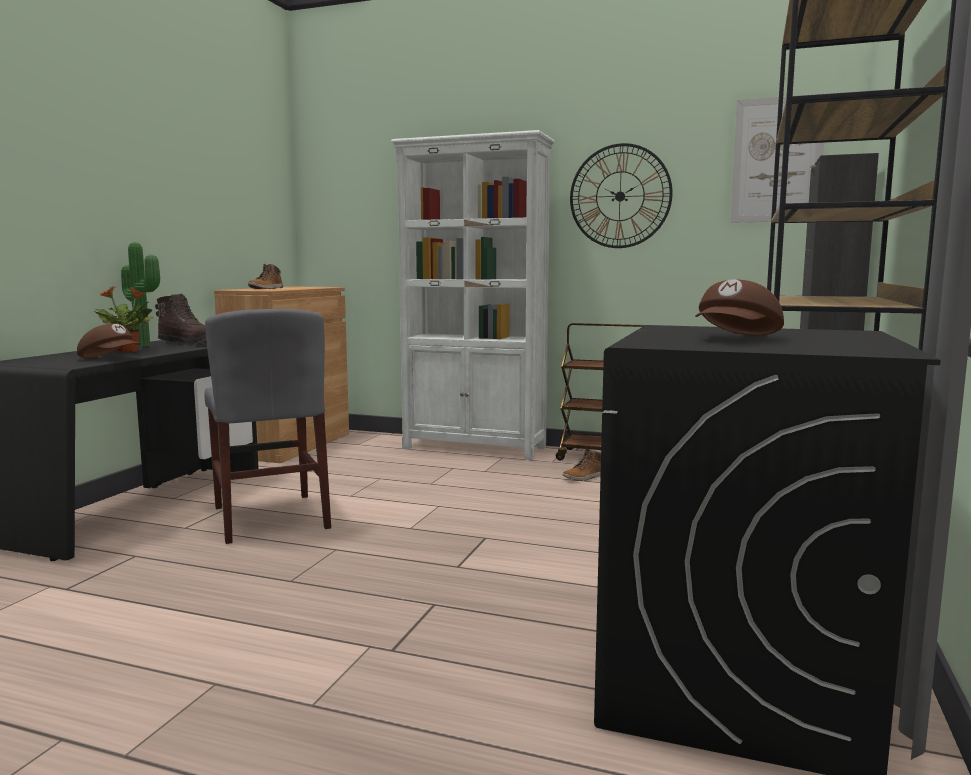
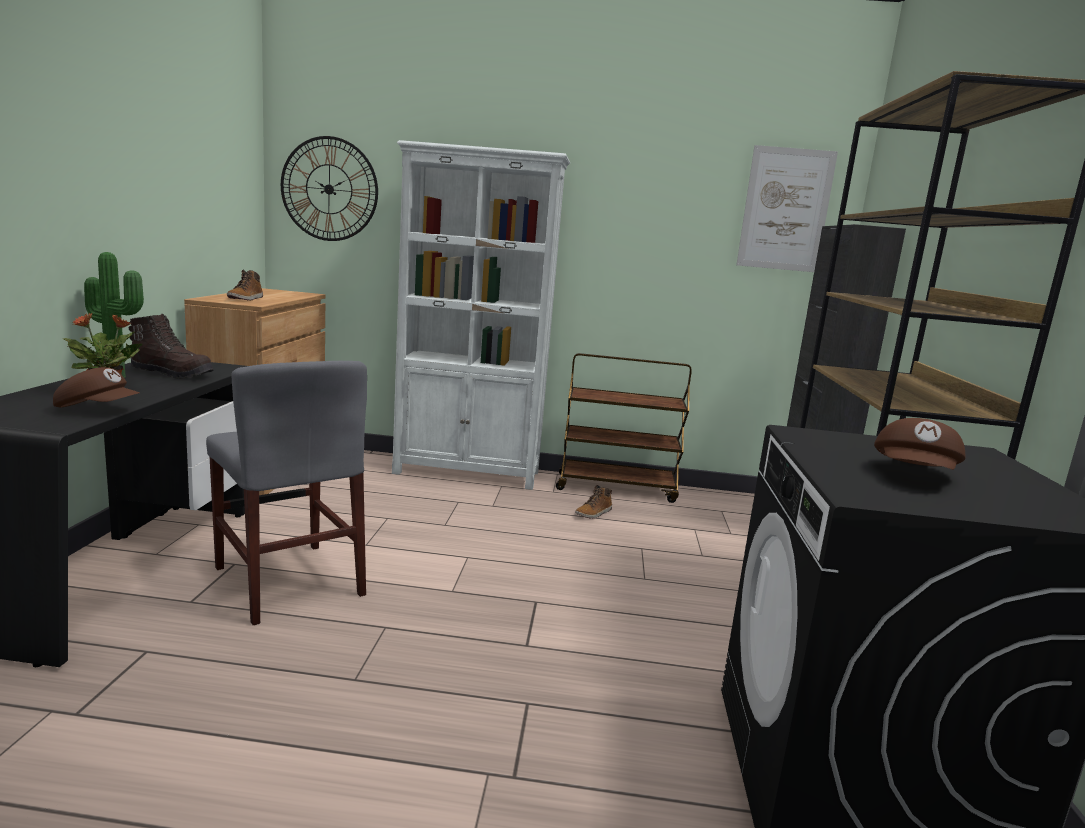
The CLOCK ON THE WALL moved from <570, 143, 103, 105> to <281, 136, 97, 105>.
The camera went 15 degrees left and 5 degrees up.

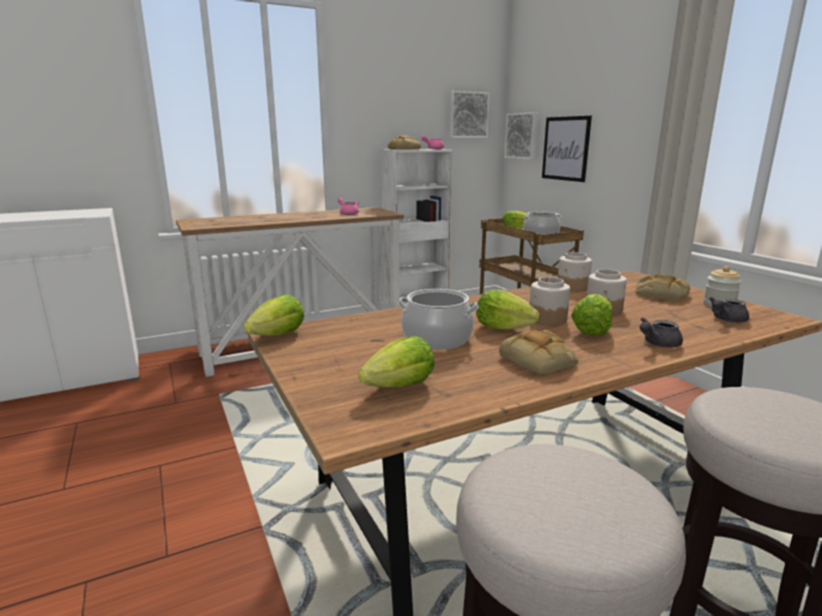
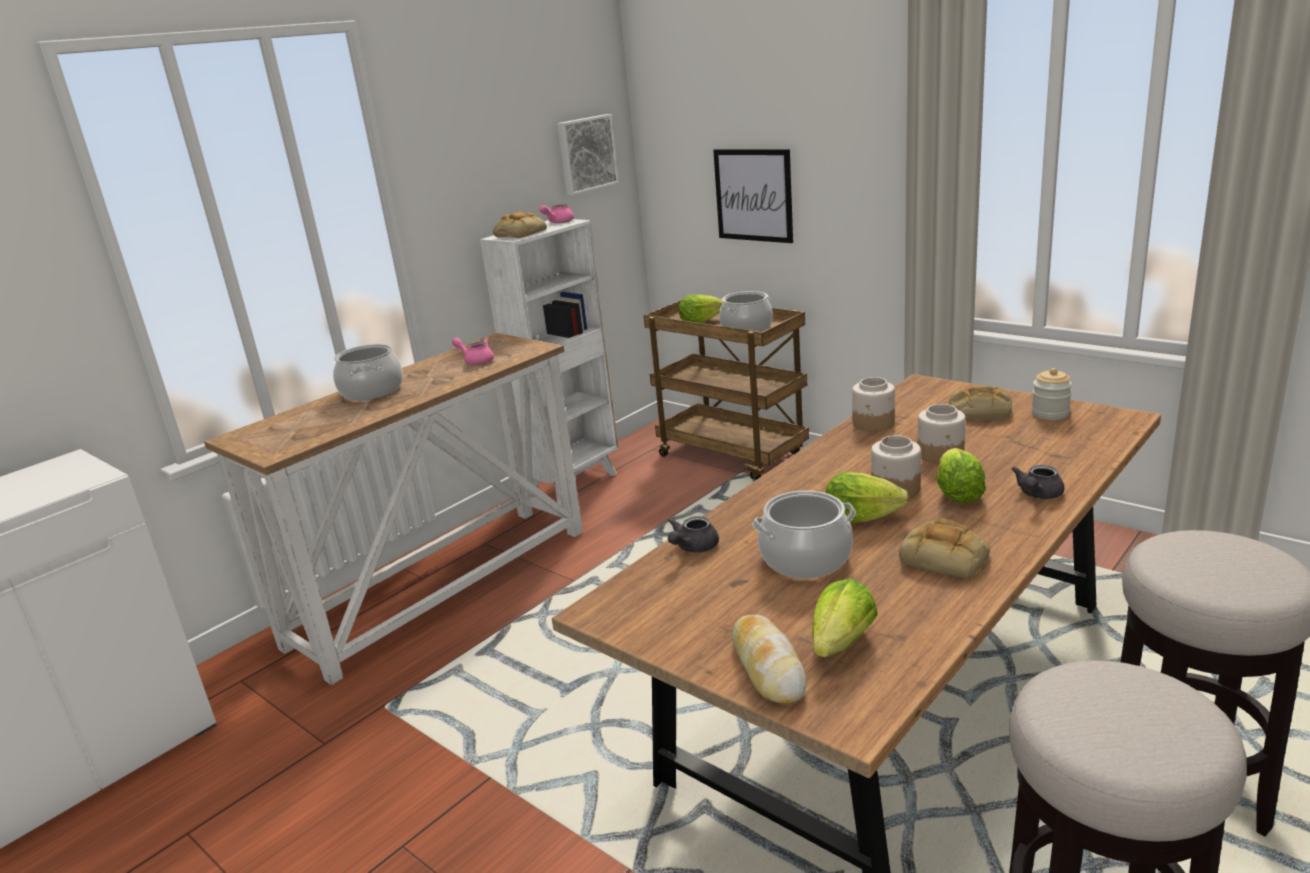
The WALL PICTURE at <504, 112, 34, 48> disappeared.
The LETTUCE HEAD at <244, 294, 61, 42> disappeared.
The GREY TEA POT moved from <709, 297, 40, 25> to <668, 516, 51, 37>.
The STOCKPOT at <333, 344, 70, 56> appeared.
The BREAD at <732, 615, 75, 90> appeared.
The camera went 20 degrees left and 5 degrees up.

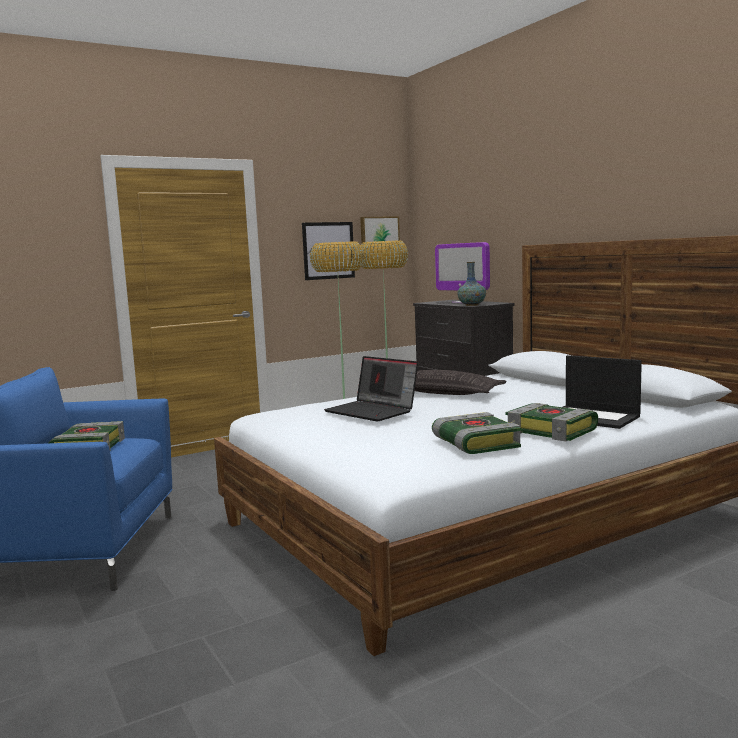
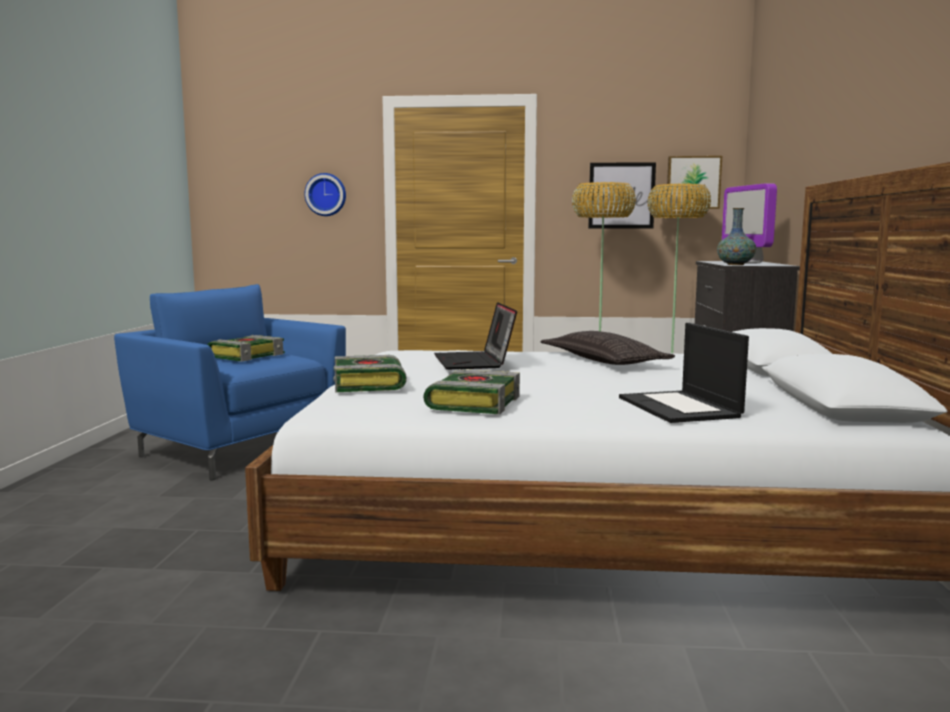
The BOOK moved from <505, 403, 93, 39> to <333, 355, 74, 37>.
The CLOCK ON THE WALL at <305, 173, 41, 43> appeared.
The camera went 35 degrees right and 0 degrees up.

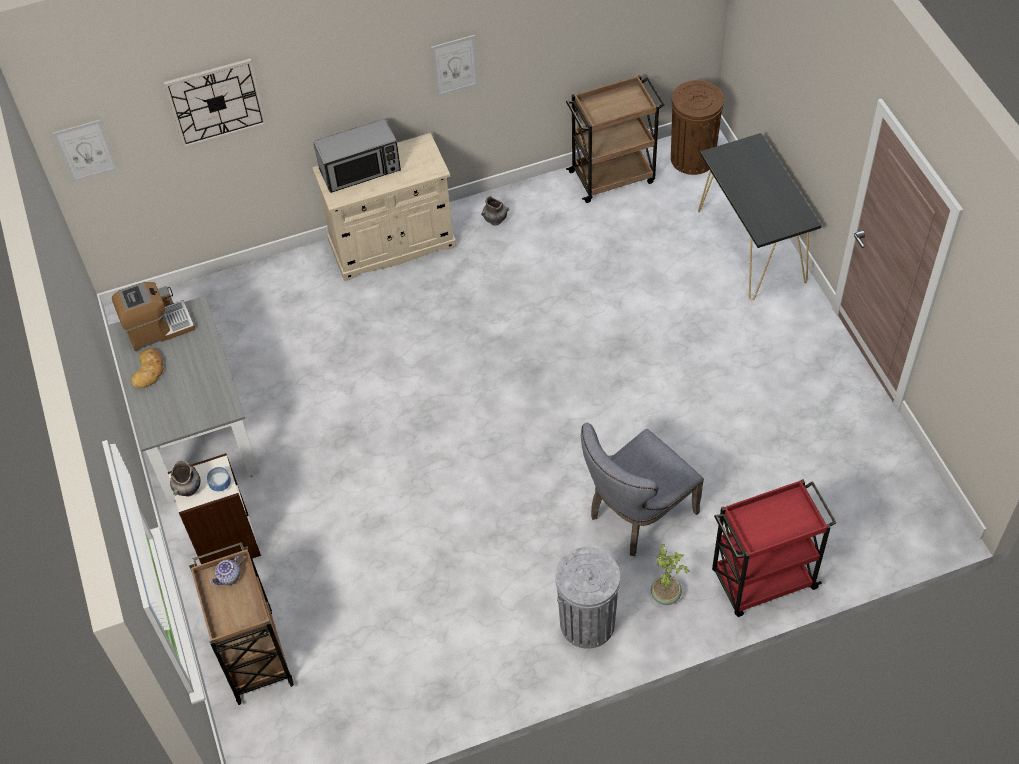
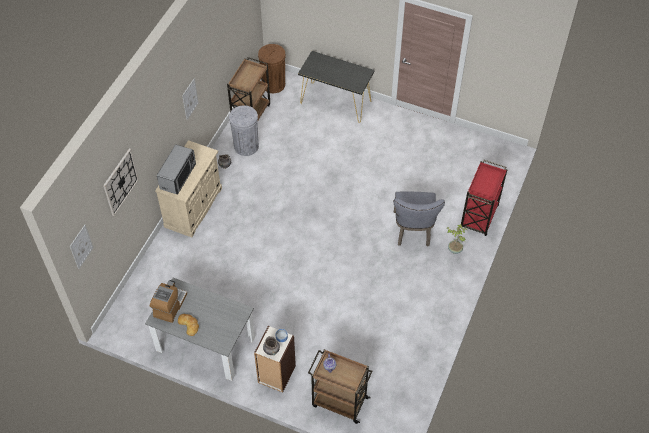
The GREY WASTE BIN moved from <555, 547, 65, 102> to <229, 105, 30, 51>.
The camera went 50 degrees left and 0 degrees up.

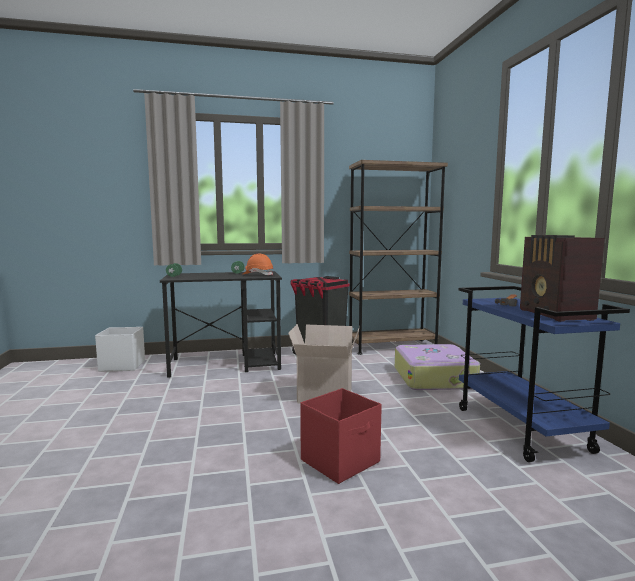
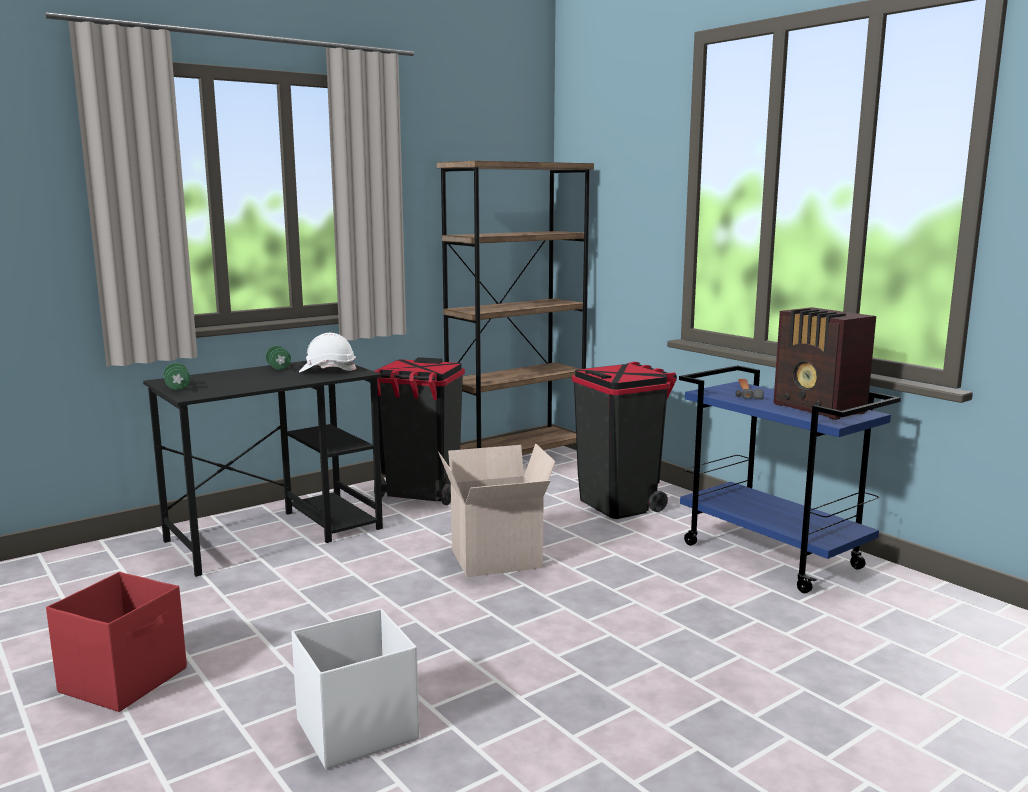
The ORANGE-COLOURED HARD HAT at <242, 254, 31, 21> became the WHITE-COLOURED HARD HAT at <299, 333, 57, 39>.
The WHITE-COLOURED STORAGE BIN moved from <95, 327, 50, 45> to <291, 609, 128, 161>.
The SUITCASE at <395, 344, 85, 46> was replaced by the BLACK WASTE BIN at <572, 362, 105, 157>.
The RED-COLOURED STORAGE BIN moved from <300, 388, 82, 96> to <46, 572, 141, 140>.
The camera went 25 degrees left and 5 degrees up.

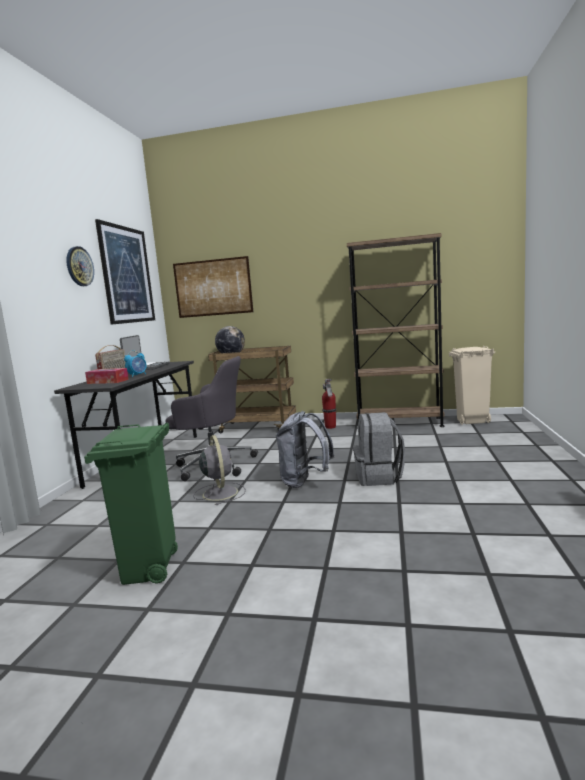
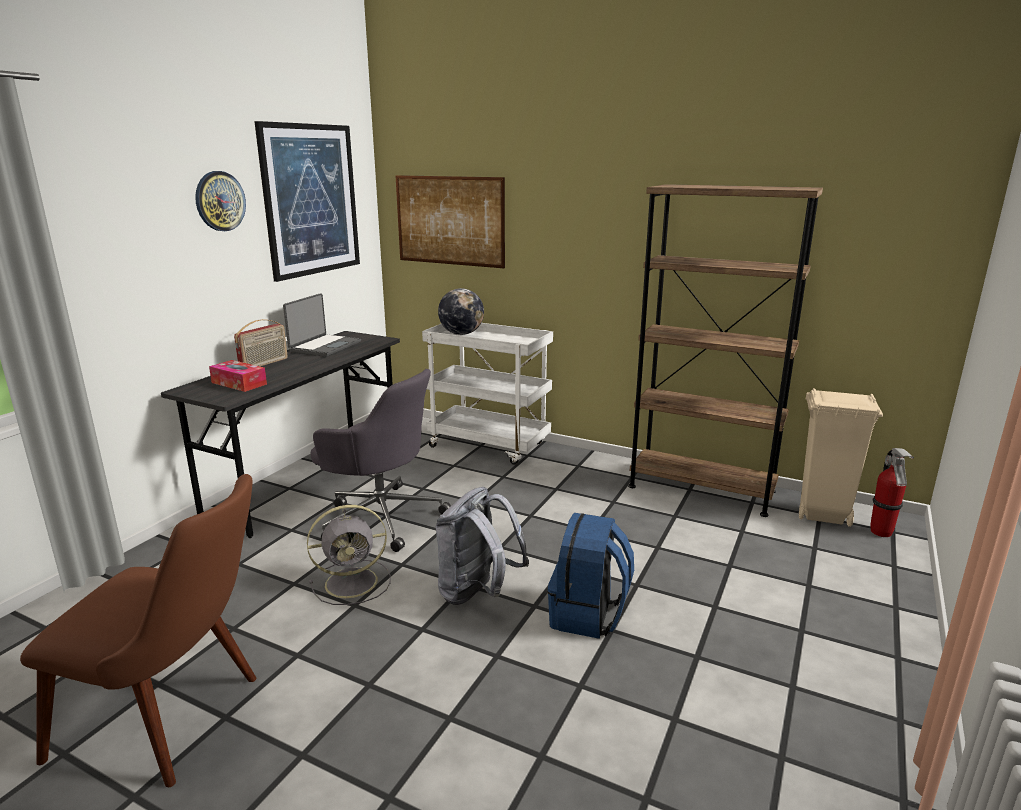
The BROWN TROLLEY at <208, 346, 88, 87> became the WHITE-COLOURED TROLLEY at <422, 323, 131, 142>.
The BEDSIDE CLOCK at <124, 350, 23, 27> disappeared.
The FIRE EXTINGUISHER moved from <322, 379, 15, 50> to <870, 448, 44, 89>.
The GREY BACKPACK at <353, 412, 52, 74> became the BLUISH BACKPACK at <548, 513, 86, 126>.
The GREEN WASTE BIN at <84, 422, 94, 163> was replaced by the BROWN UPRIGHT CHAIR at <20, 474, 237, 313>.
The GREY FAN at <193, 435, 53, 70> turned 75 degrees clockwise.
The camera went 15 degrees right and 10 degrees up.

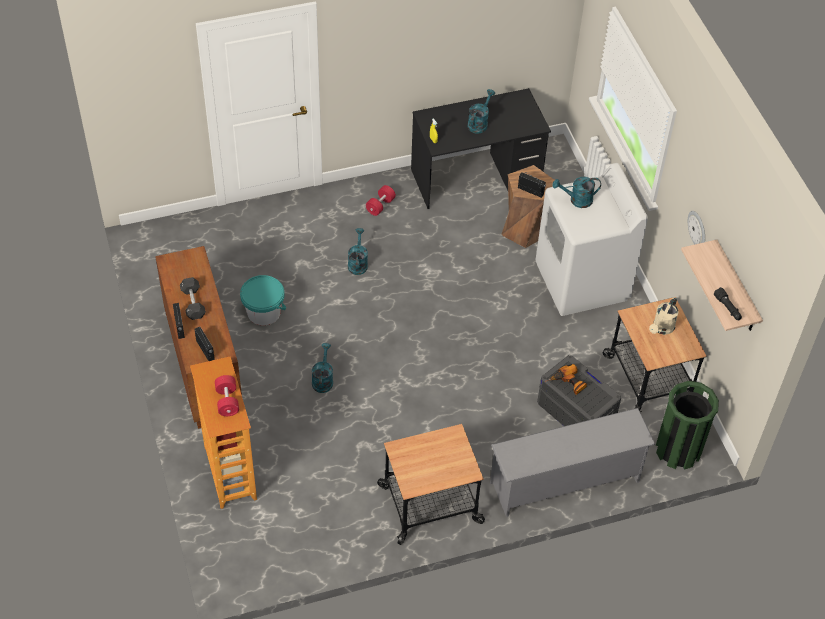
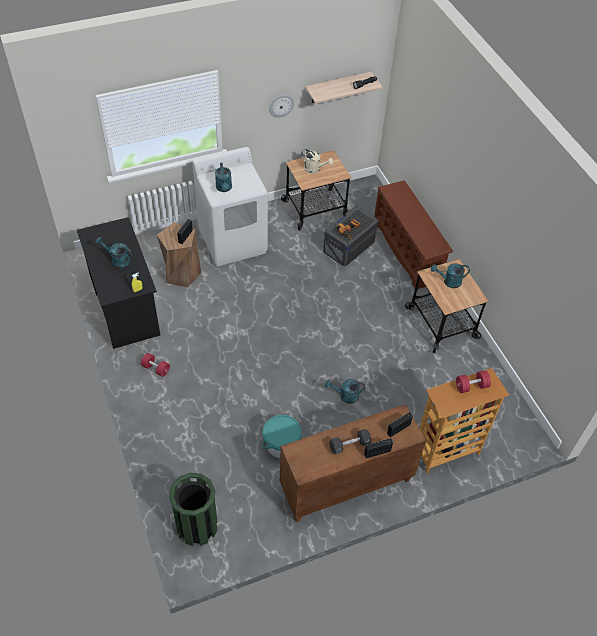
The TURQUOISE WATERING CAN moved from <348, 228, 20, 47> to <431, 263, 39, 25>.
The GREEN WASTE BIN moved from <656, 381, 63, 89> to <169, 473, 49, 73>.
The GREY SHOE RACK at <490, 408, 166, 109> became the BROWN SHOE RACK at <374, 180, 79, 111>.
The camera went 95 degrees left and 0 degrees up.

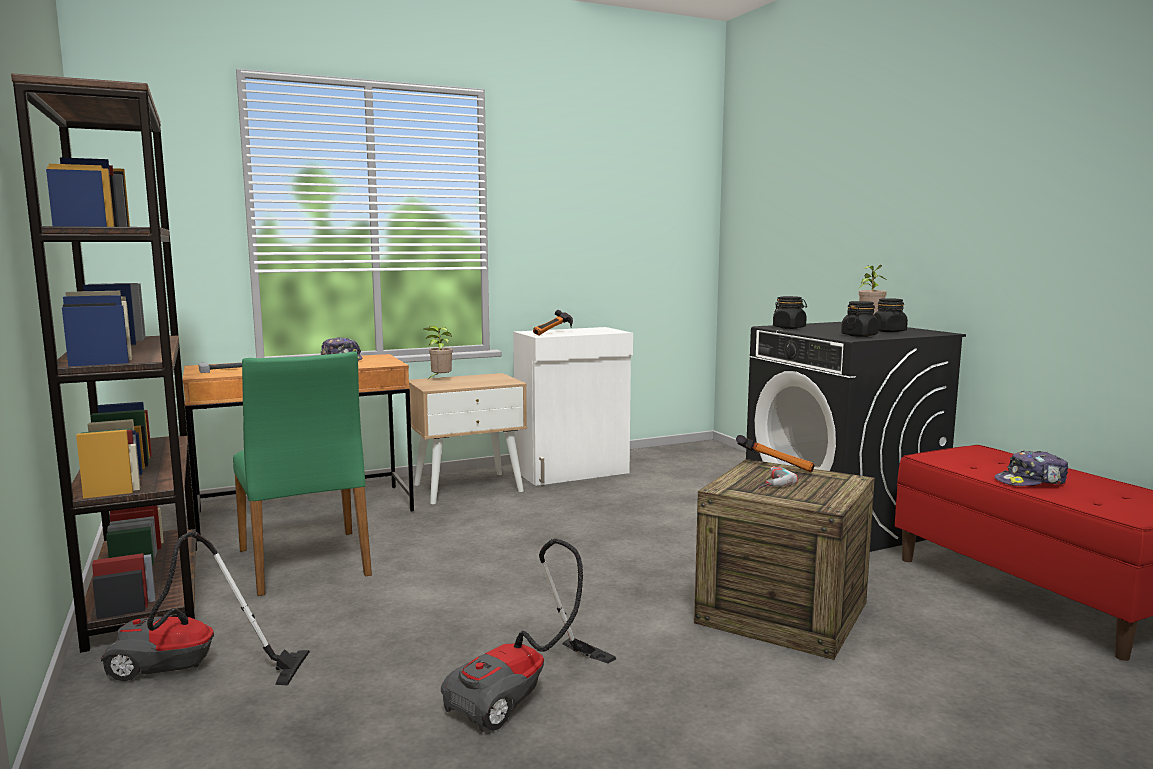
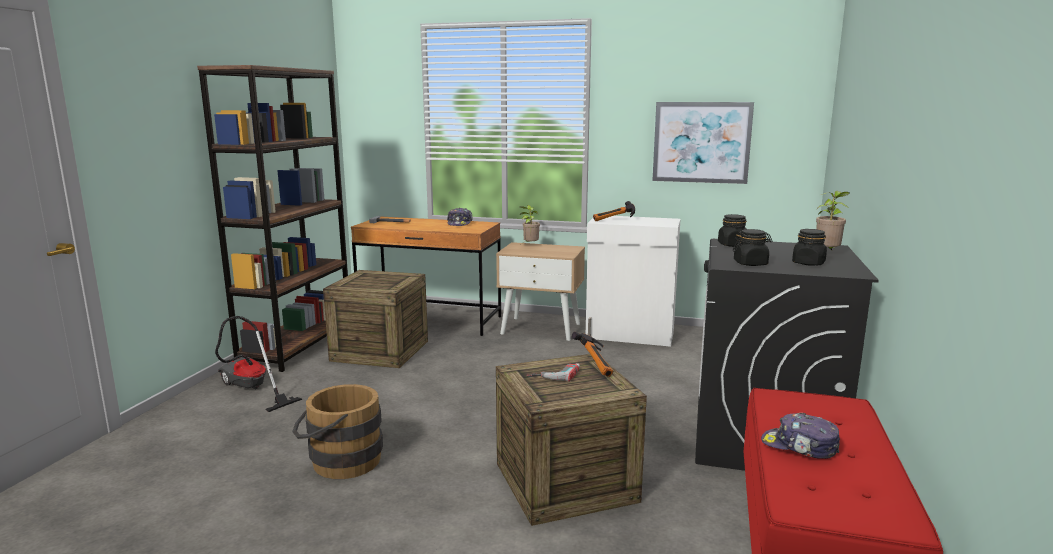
The GREEN UPRIGHT CHAIR at <233, 351, 139, 245> was replaced by the CRATE at <323, 270, 105, 98>.
The HOOVER at <441, 538, 175, 194> was replaced by the BROWN WATER BUCKET at <292, 384, 91, 95>.
The WALL PICTURE at <652, 102, 102, 82> appeared.
The camera went 40 degrees right and 5 degrees up.

